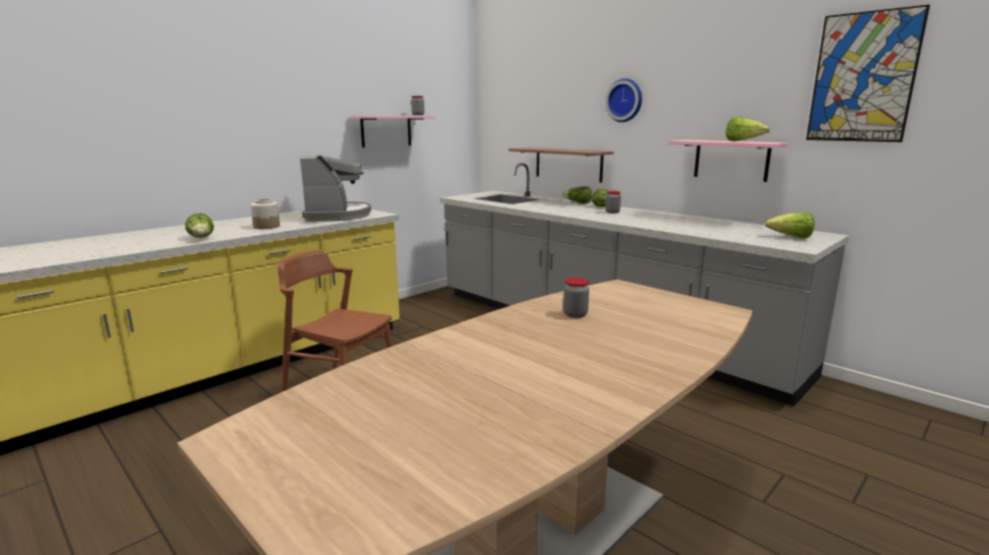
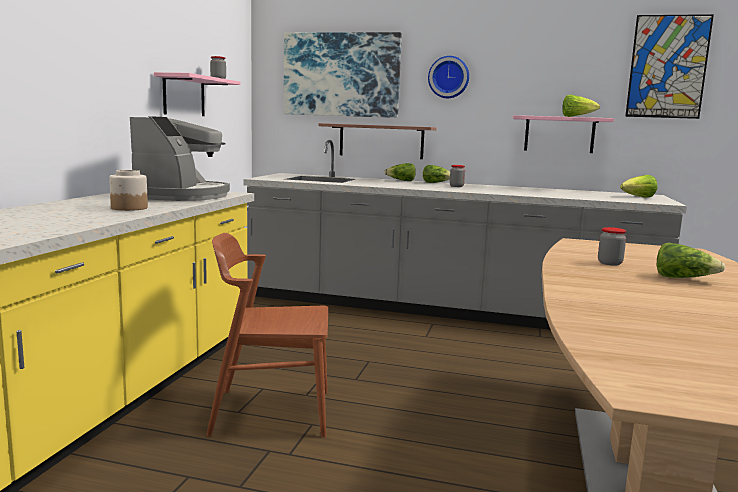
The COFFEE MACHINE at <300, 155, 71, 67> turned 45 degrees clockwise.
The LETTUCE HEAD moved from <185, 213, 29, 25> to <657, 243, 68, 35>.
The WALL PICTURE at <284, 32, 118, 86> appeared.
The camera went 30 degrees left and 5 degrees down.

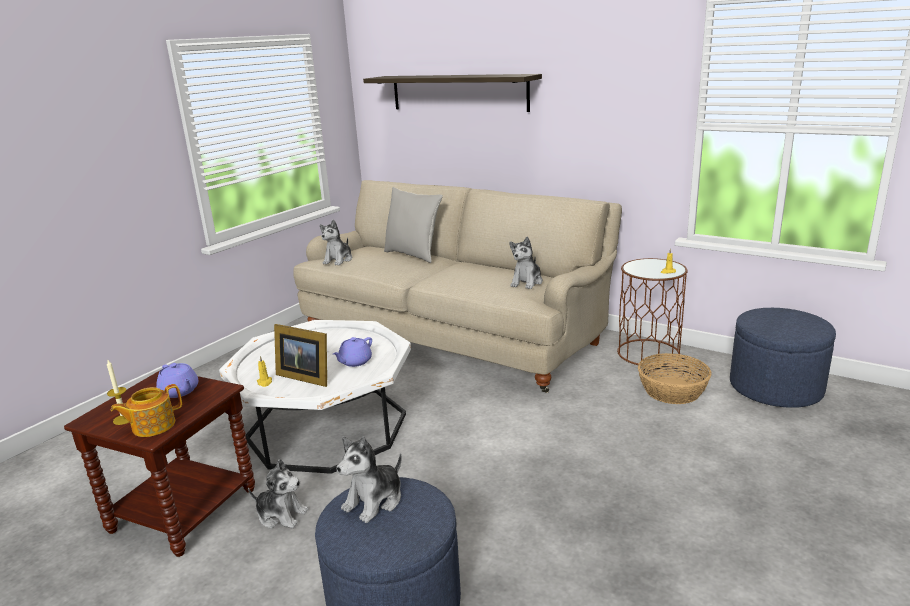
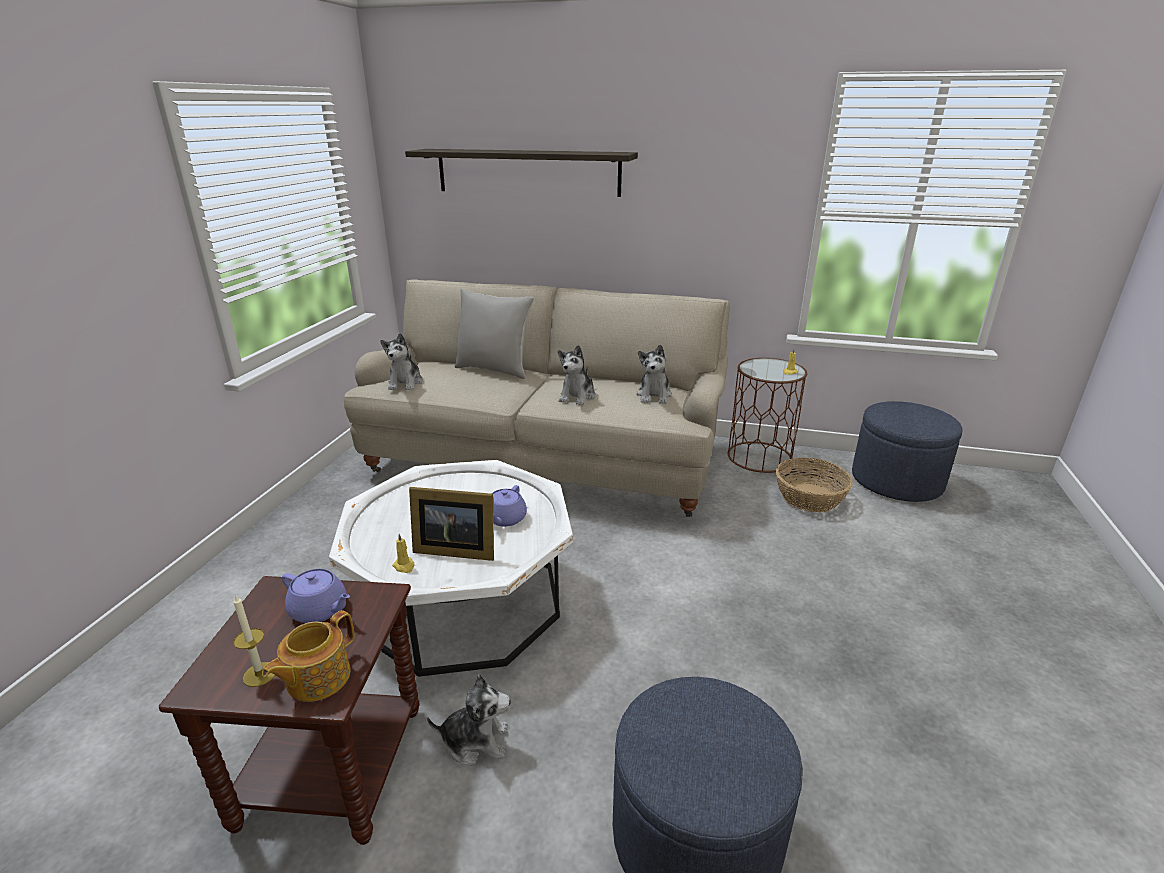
The SOFT TOY moved from <337, 436, 65, 87> to <558, 345, 37, 60>.
The camera went 20 degrees left and 5 degrees up.

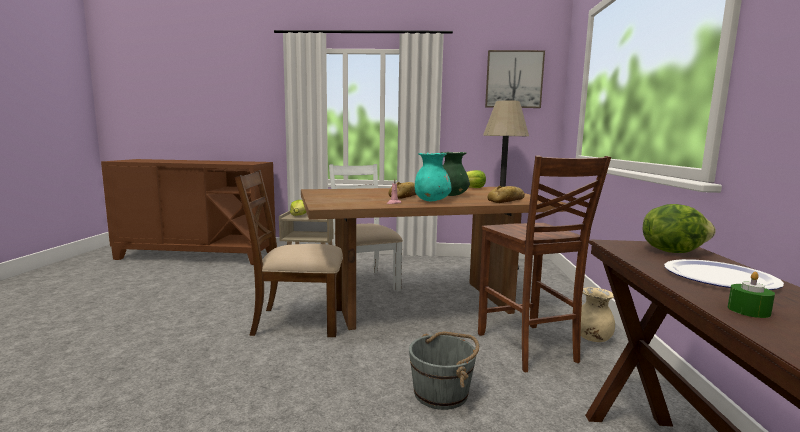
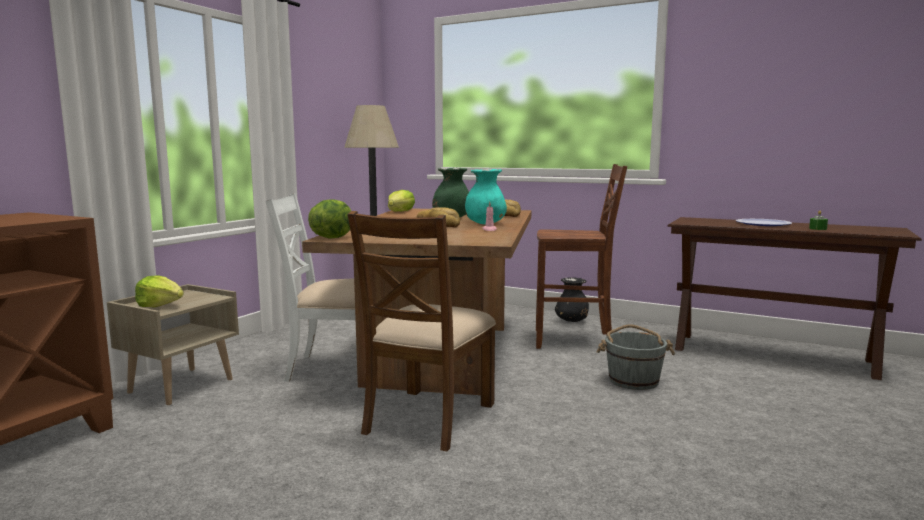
The WALL PICTURE at <485, 50, 60, 58> disappeared.
The LETTUCE HEAD moved from <643, 204, 73, 49> to <308, 199, 43, 40>.
The SAND-COLOURED DECORATIVE VASE at <581, 287, 34, 55> became the BLACK DECORATIVE VASE at <555, 277, 34, 45>.
The camera went 65 degrees left and 0 degrees up.

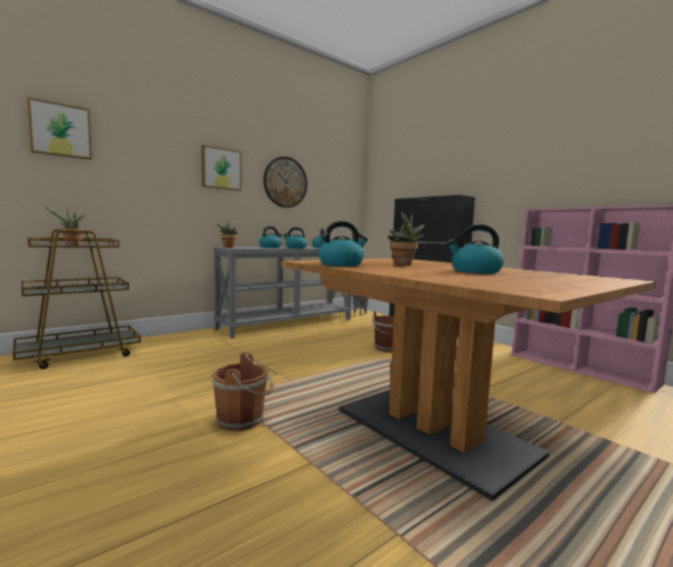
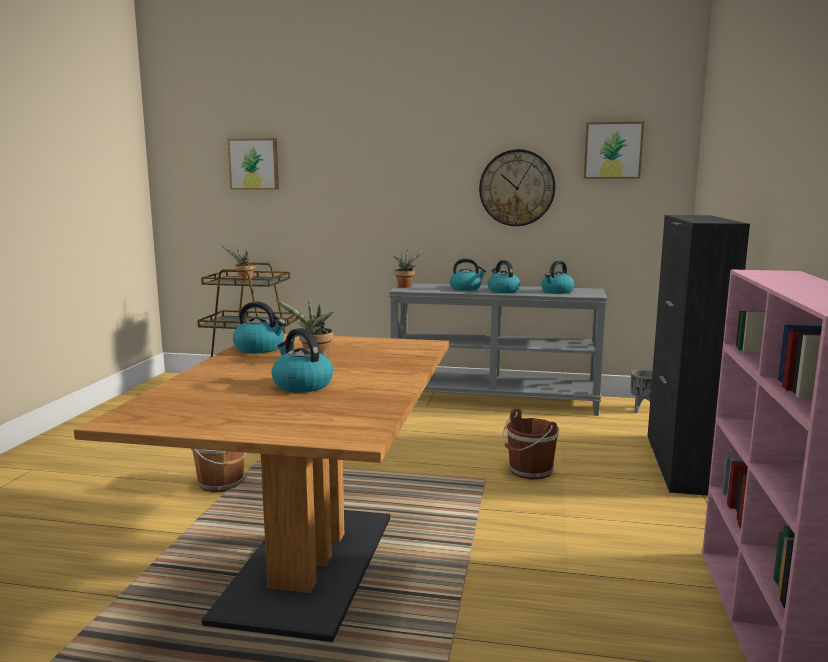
The WALL PICTURE moved from <202, 145, 39, 46> to <584, 122, 60, 57>.
The camera went 50 degrees right and 5 degrees up.

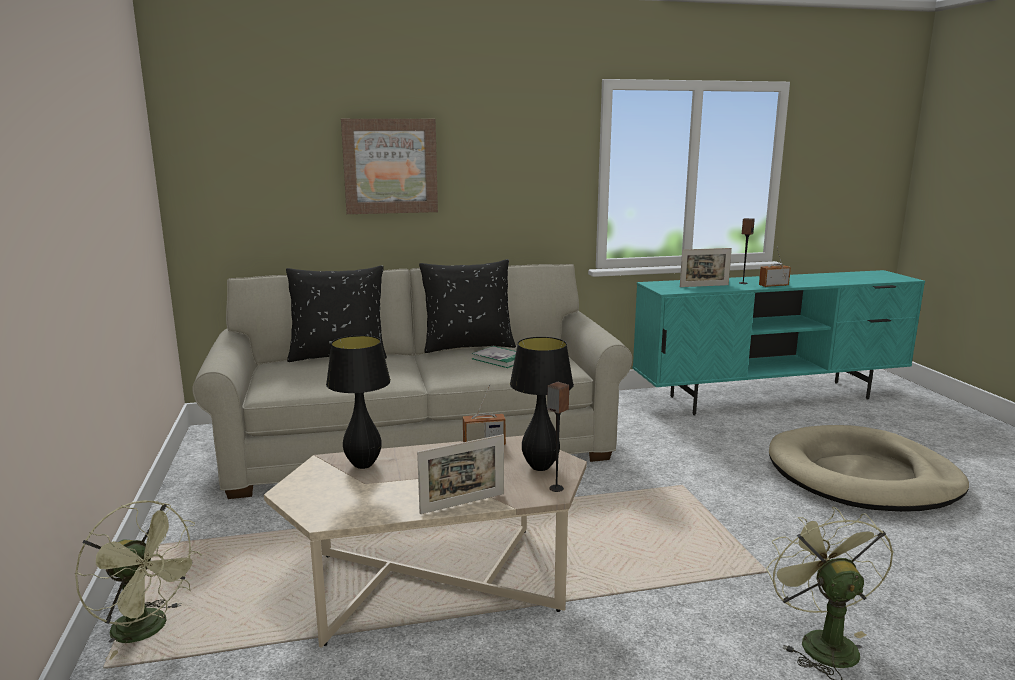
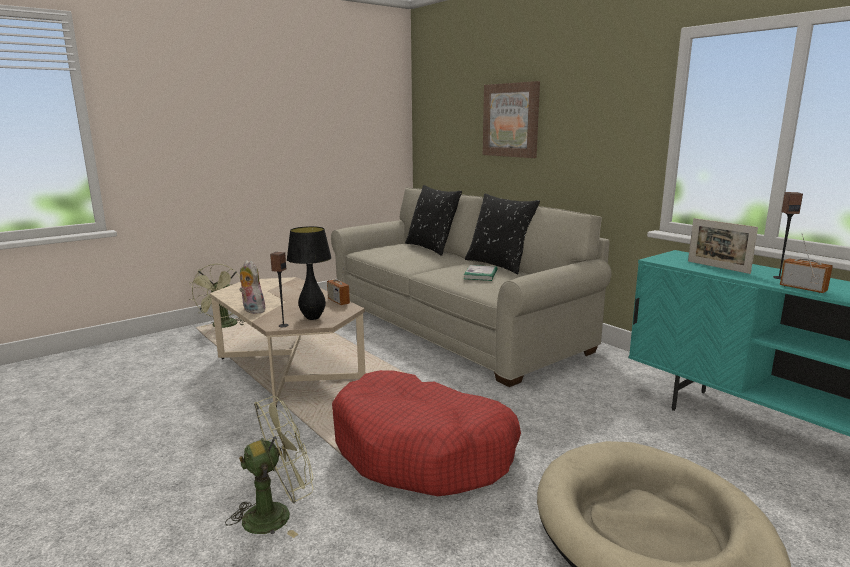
The BLACK LAMP FOR A TABLE at <326, 335, 65, 134> disappeared.
The PHOTO FRAME at <417, 434, 87, 80> was replaced by the SOFT TOY at <239, 260, 26, 54>.
The RED-COLOURED DOG CUSHION at <332, 370, 189, 126> appeared.
The camera went 65 degrees right and 0 degrees up.

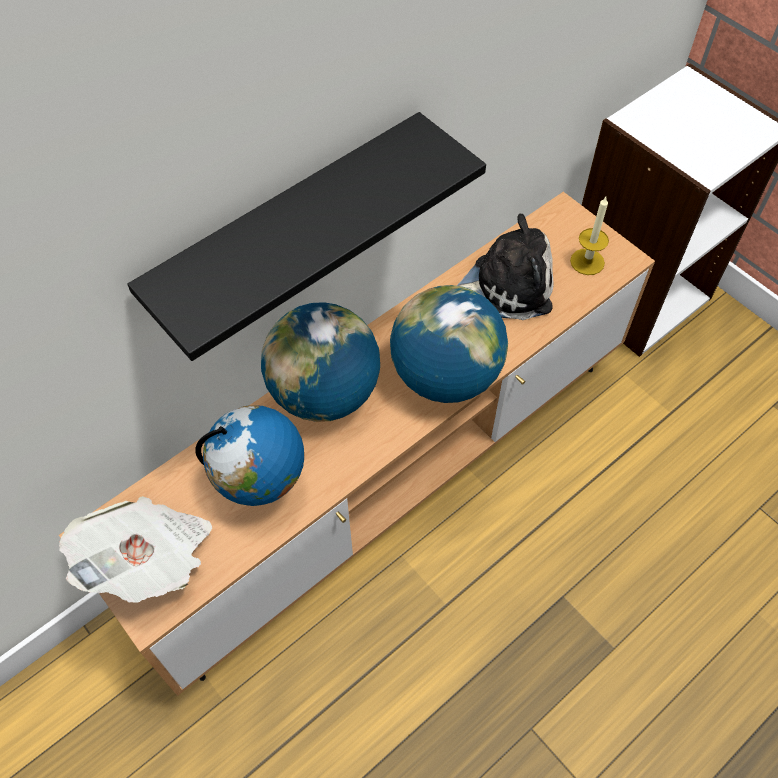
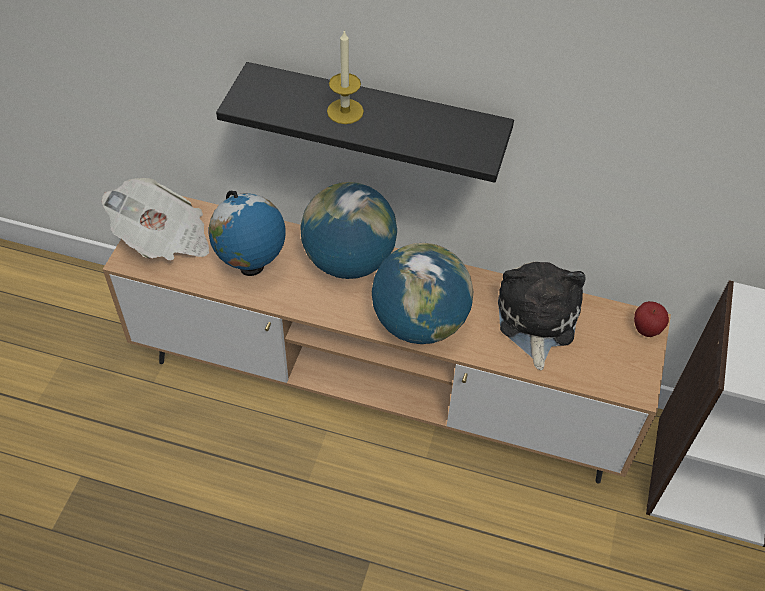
The WAX CANDLE moved from <570, 197, 39, 78> to <327, 30, 37, 94>.
The SOFT TOY at <457, 214, 96, 106> turned 135 degrees counterclockwise.
The APPLE FRUIT at <634, 301, 35, 36> appeared.
The camera went 55 degrees right and 5 degrees down.

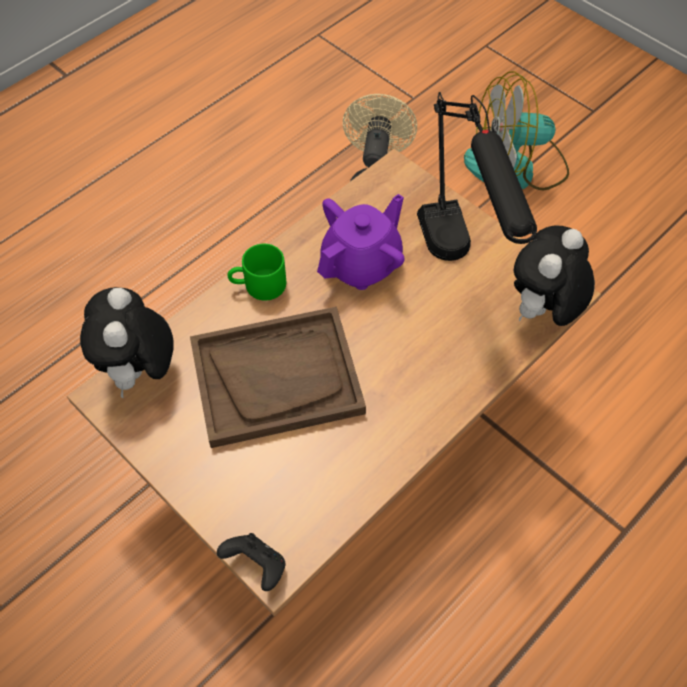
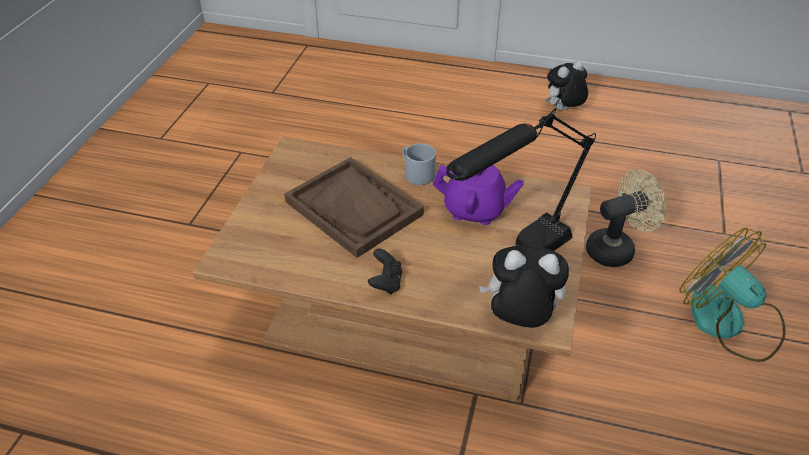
The GREEN MUG at <227, 244, 59, 57> became the GREY MUG at <402, 143, 34, 42>.
The SOFT TOY moved from <80, 287, 94, 112> to <546, 61, 42, 50>.
The BLACK GAMEPAD moved from <217, 533, 69, 58> to <368, 249, 34, 45>.
The camera went 60 degrees right and 15 degrees down.

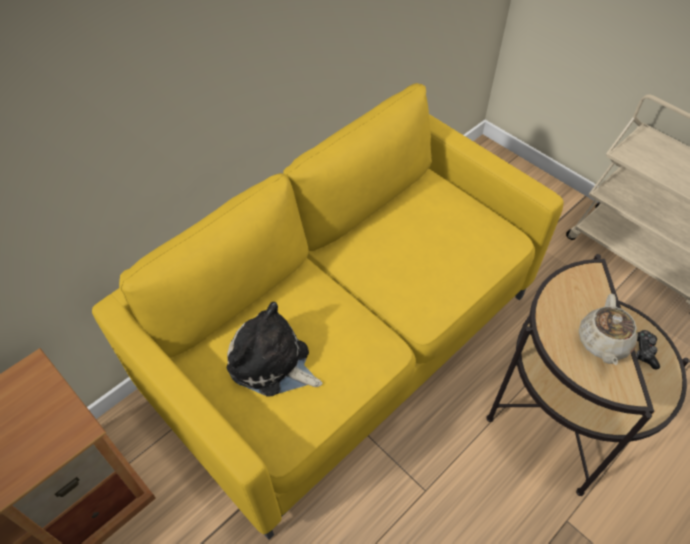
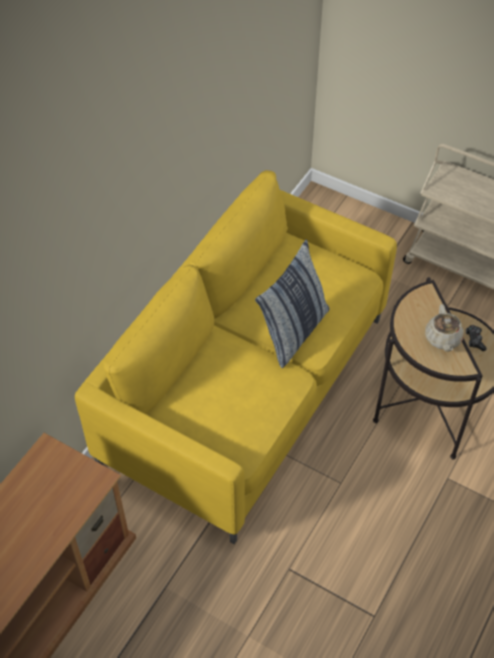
The SOFT TOY at <227, 302, 95, 94> disappeared.
The THROW PILLOW at <255, 240, 75, 128> appeared.
The camera went 15 degrees left and 0 degrees up.

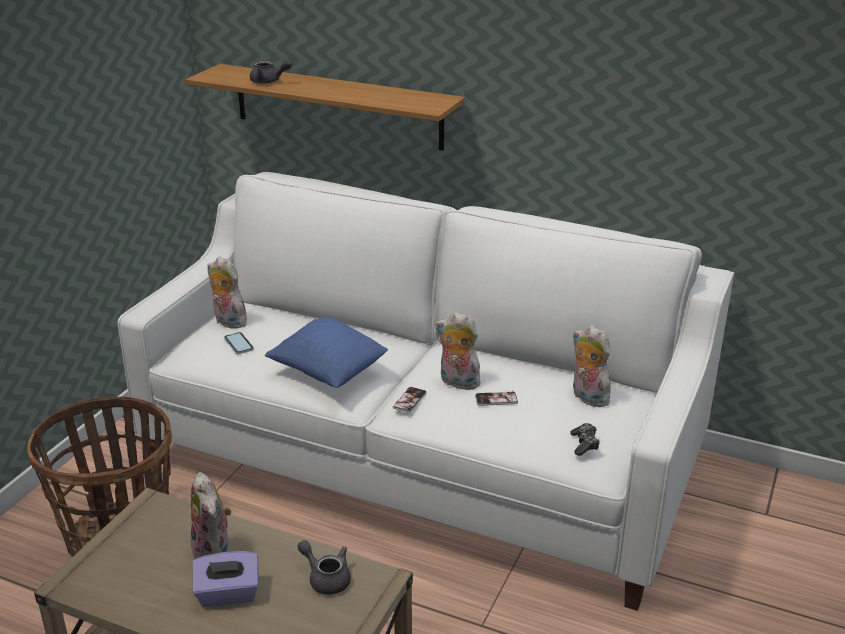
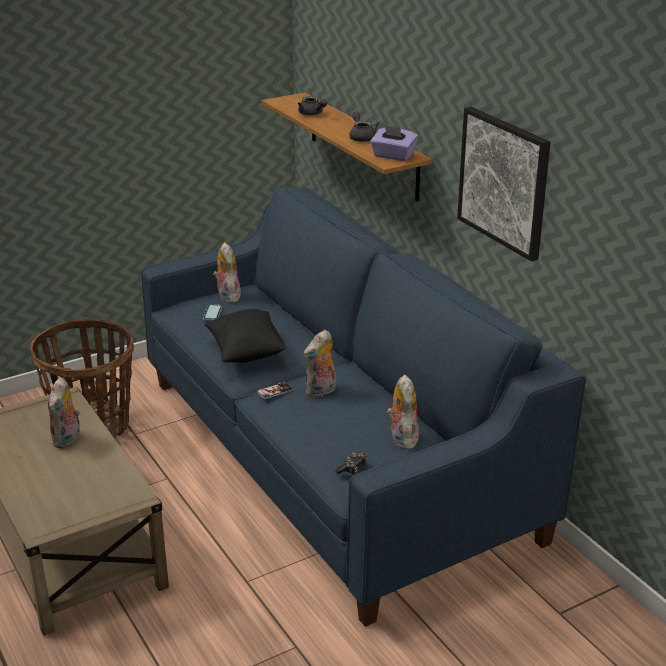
The WHITE-COLOURED SOFA at <118, 172, 616, 439> became the BLUISH SOFA at <141, 185, 445, 442>.
The SOFT TOY at <435, 312, 45, 78> turned 105 degrees counterclockwise.
The BLUISH THROW PILLOW at <265, 318, 123, 70> became the BLACK THROW PILLOW at <204, 309, 83, 54>.
The PHONE at <475, 391, 43, 15> disappeared.
The GREY TEA POT moved from <297, 540, 54, 55> to <349, 112, 31, 30>.
The PURPLE BOX OF TISSUES moved from <193, 551, 66, 56> to <370, 125, 48, 36>.
The WALL PICTURE at <457, 107, 93, 155> appeared.
The camera went 35 degrees right and 0 degrees up.

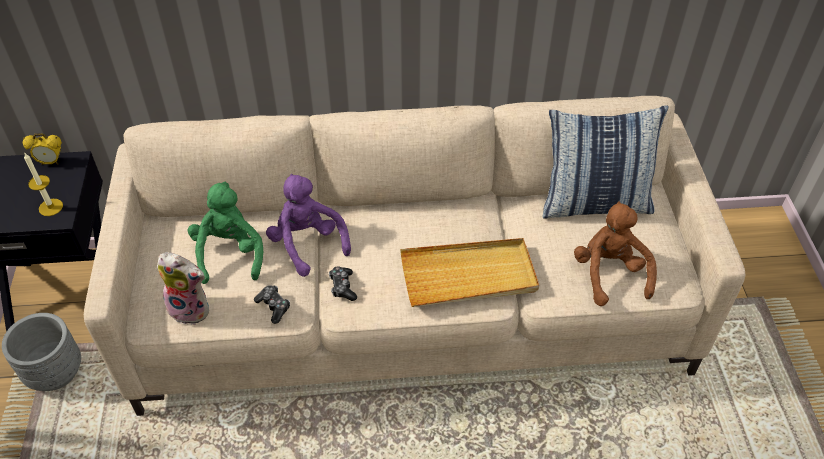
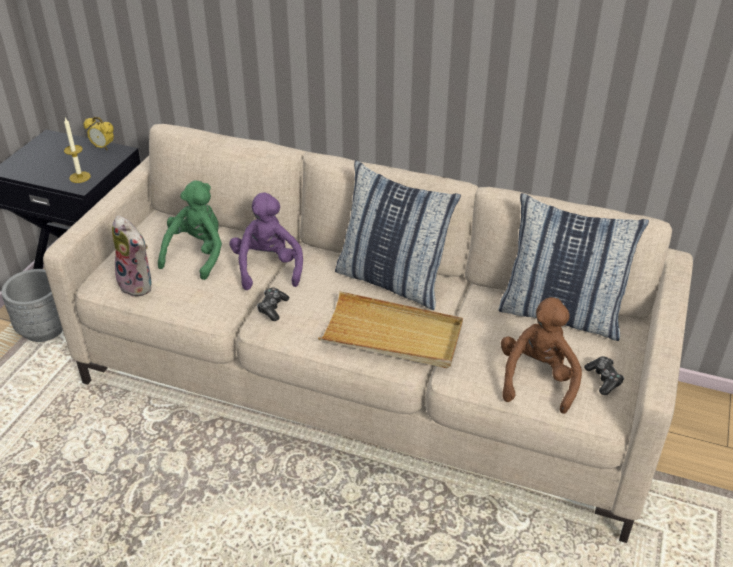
The GAMEPAD moved from <254, 285, 36, 39> to <584, 356, 40, 39>.
The THROW PILLOW at <335, 160, 126, 150> appeared.
The camera went 25 degrees right and 10 degrees down.

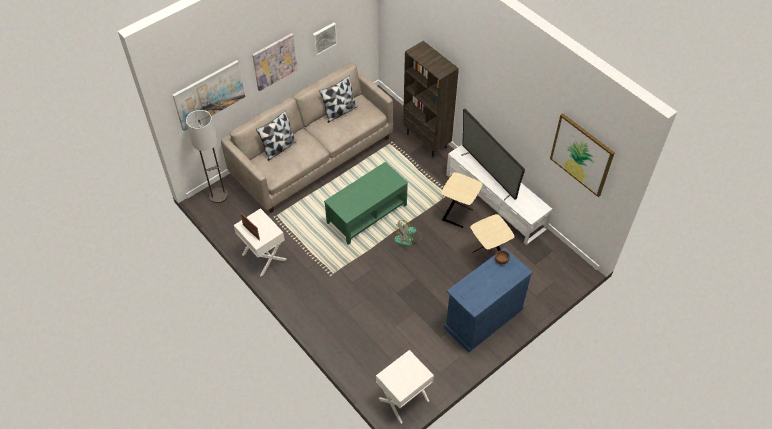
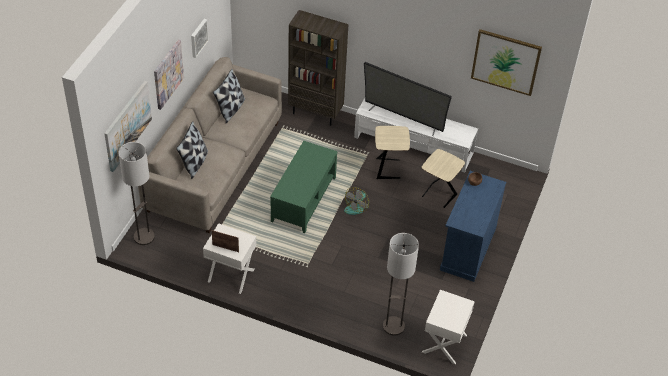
The STANDING LAMP at <383, 233, 36, 103> appeared.
The camera went 30 degrees left and 5 degrees down.

